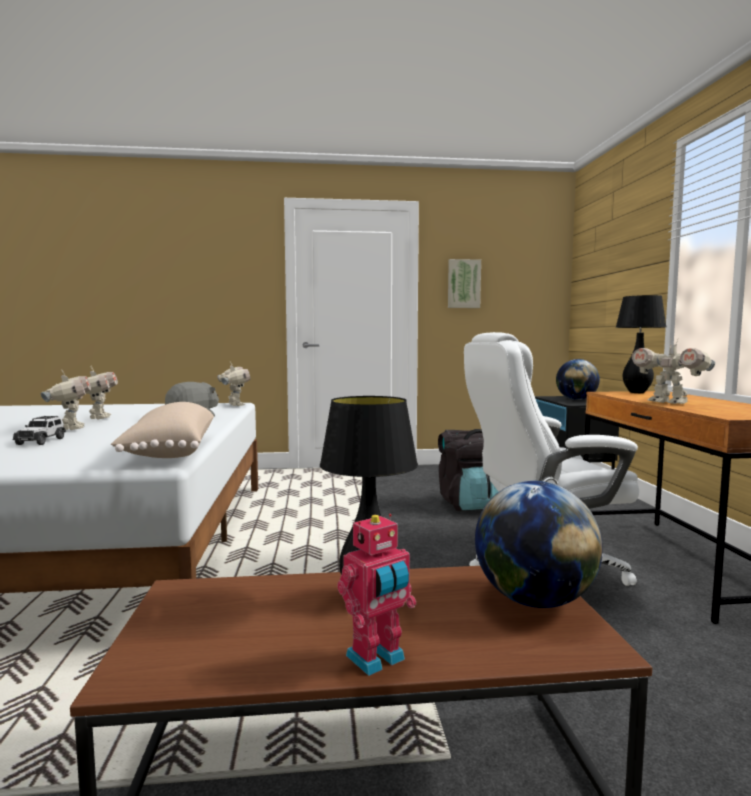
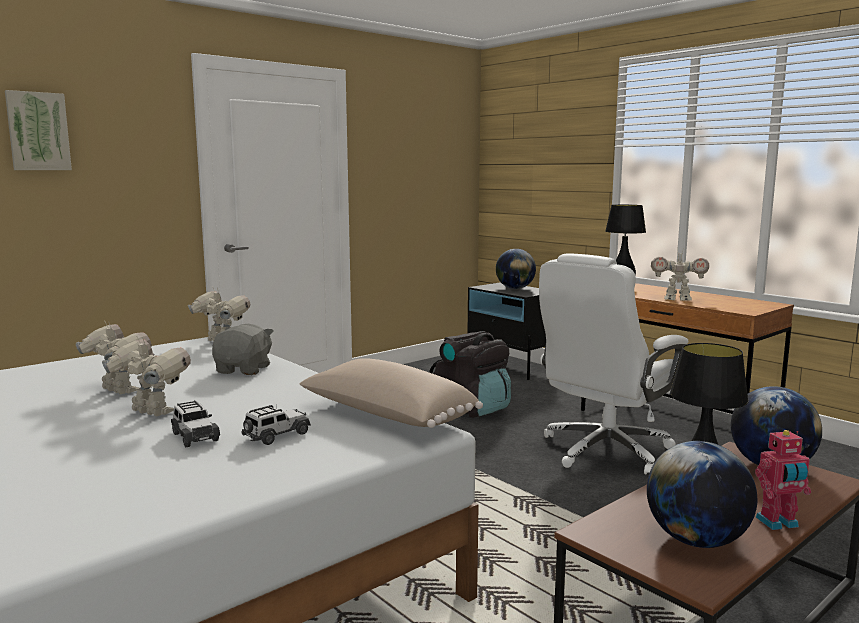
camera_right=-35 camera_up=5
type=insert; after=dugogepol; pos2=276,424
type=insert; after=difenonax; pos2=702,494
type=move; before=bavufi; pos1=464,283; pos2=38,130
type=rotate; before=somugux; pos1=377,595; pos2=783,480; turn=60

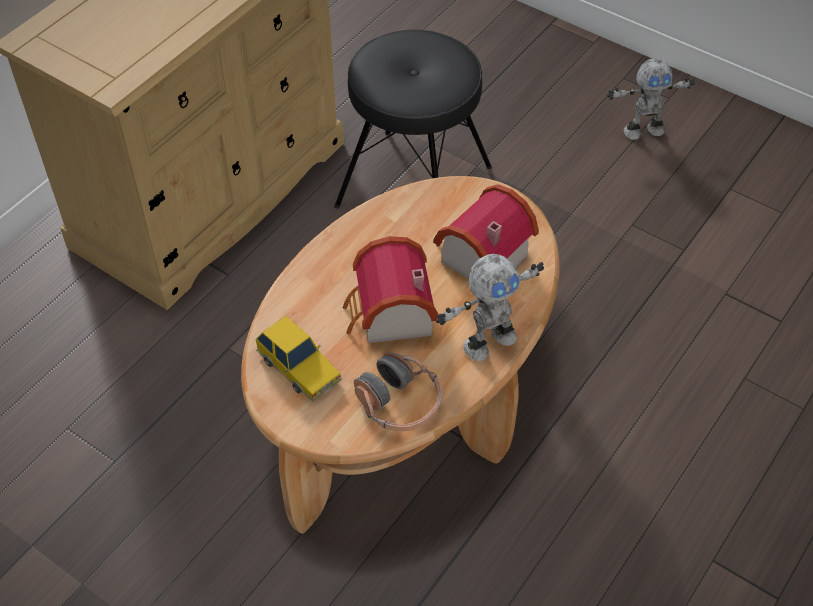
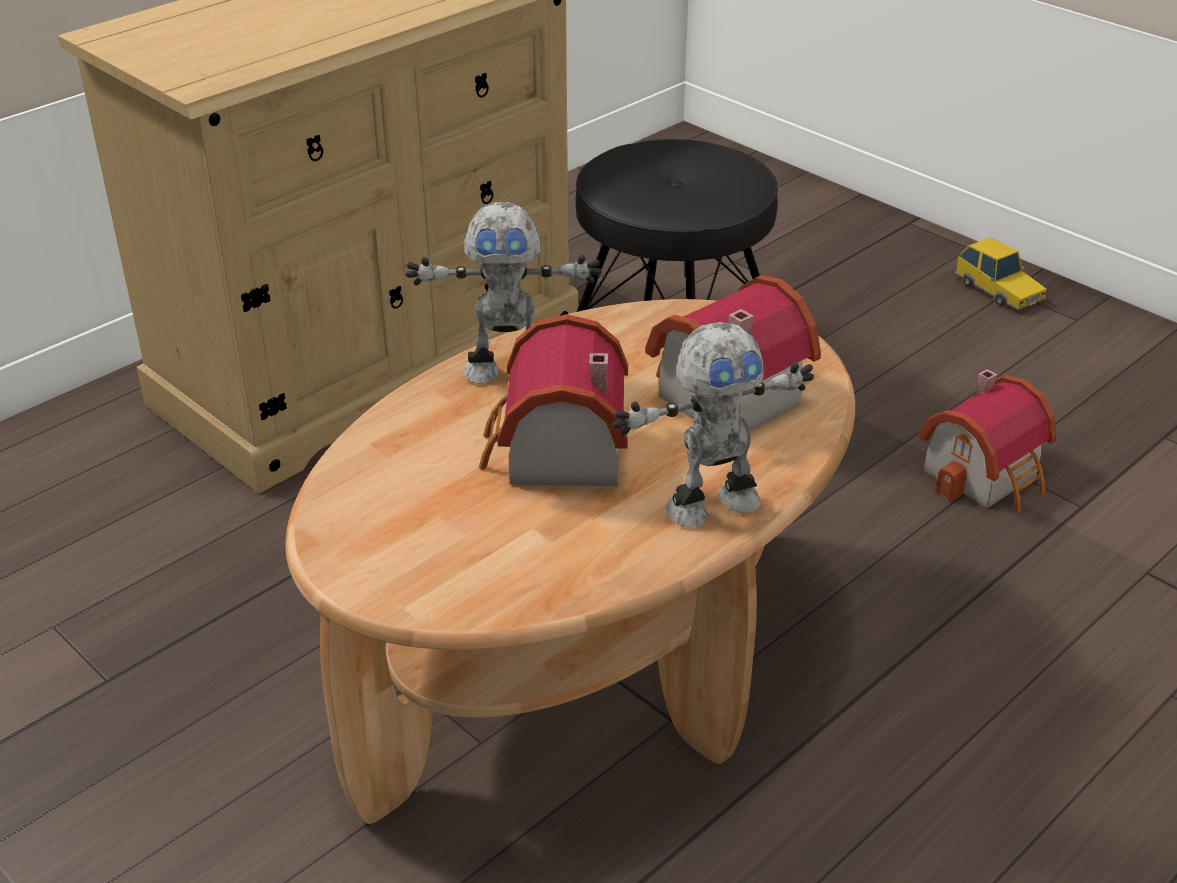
camera_right=10 camera_up=-15
type=delete; before=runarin; pos1=398,391
type=insert; after=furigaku; pos2=987,440
type=move; before=dugogepol; pos1=299,358; pos2=1000,273
type=move; before=somugux; pos1=651,99; pos2=503,293

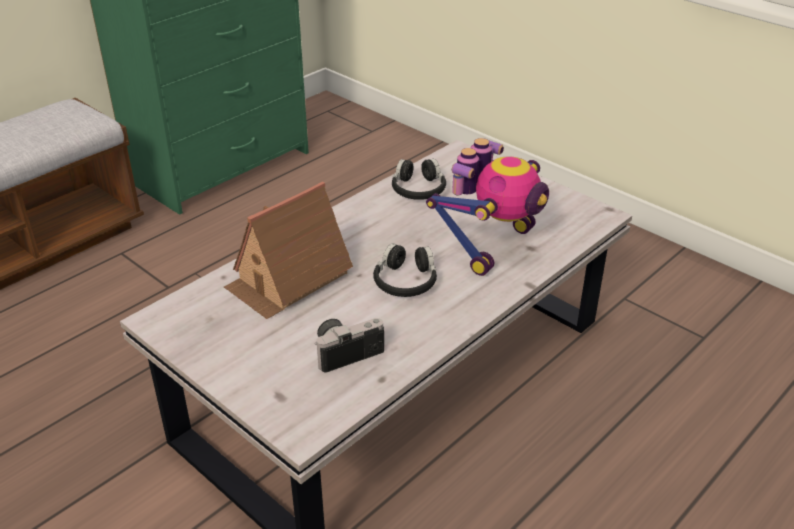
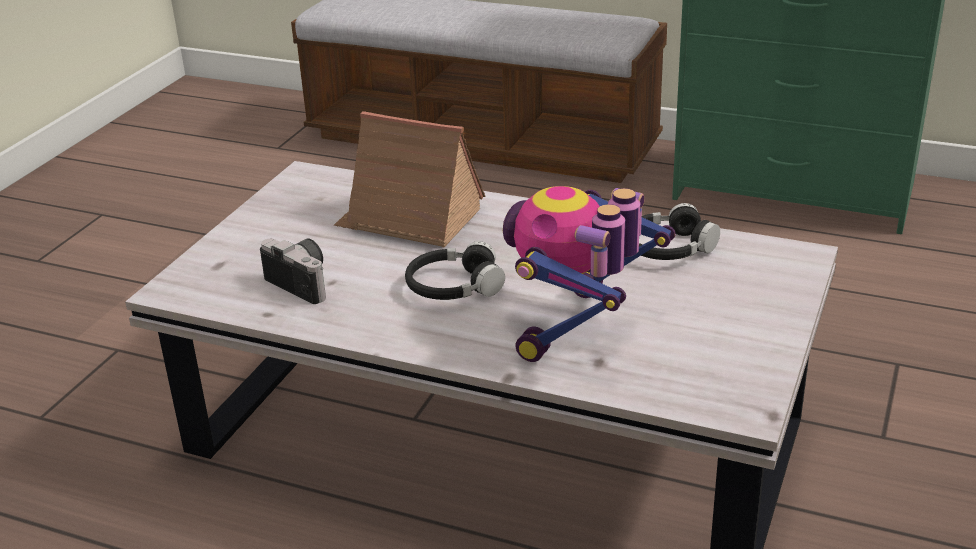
camera_right=70 camera_up=-5
type=rotate; before=somugux; pos1=487,207; pos2=589,274; turn=105

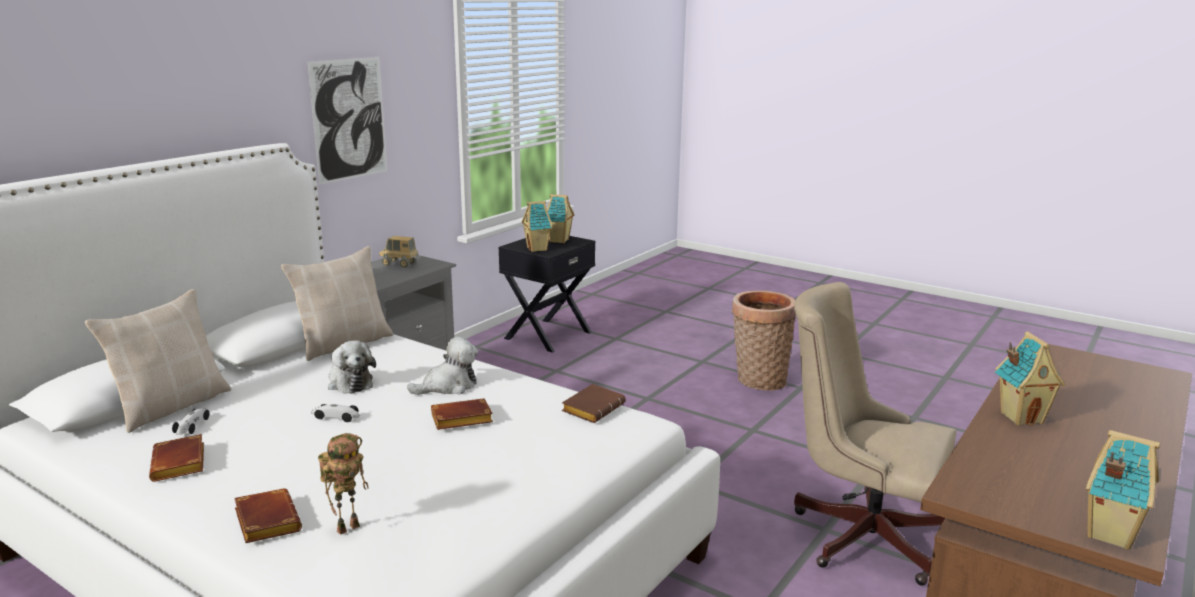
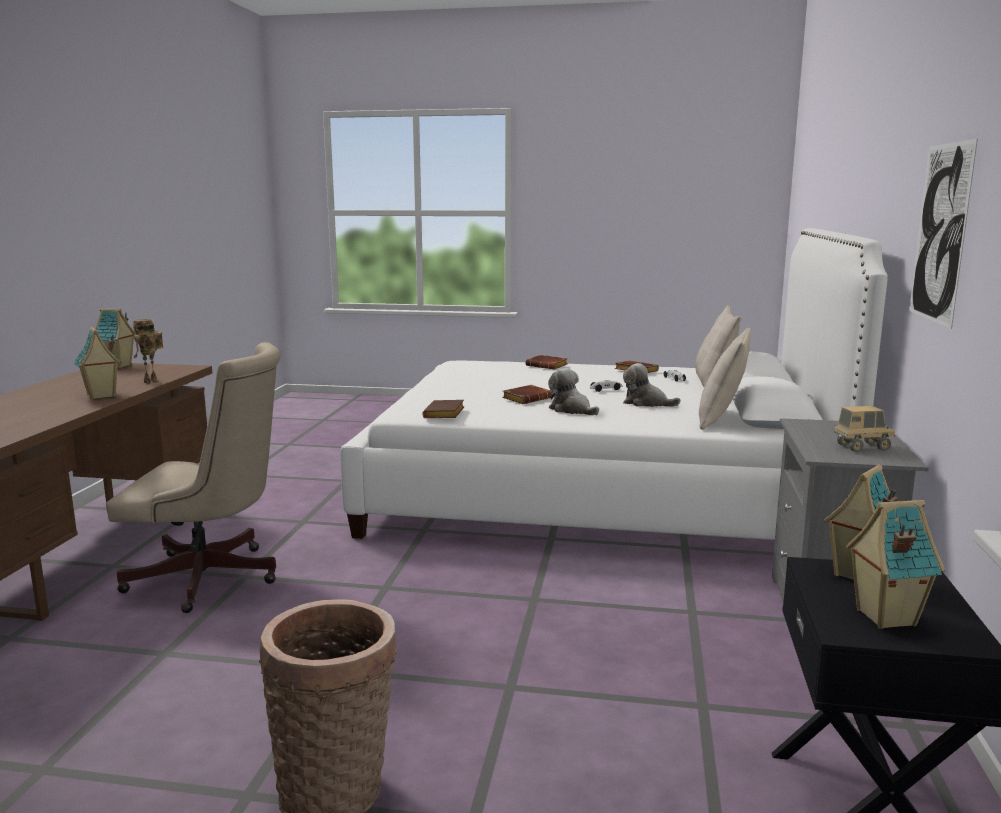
camera_right=155 camera_up=-5
type=move; before=somugux; pos1=343,484; pos2=148,351
type=rotate; before=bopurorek; pos1=442,366; pos2=573,391; turn=105

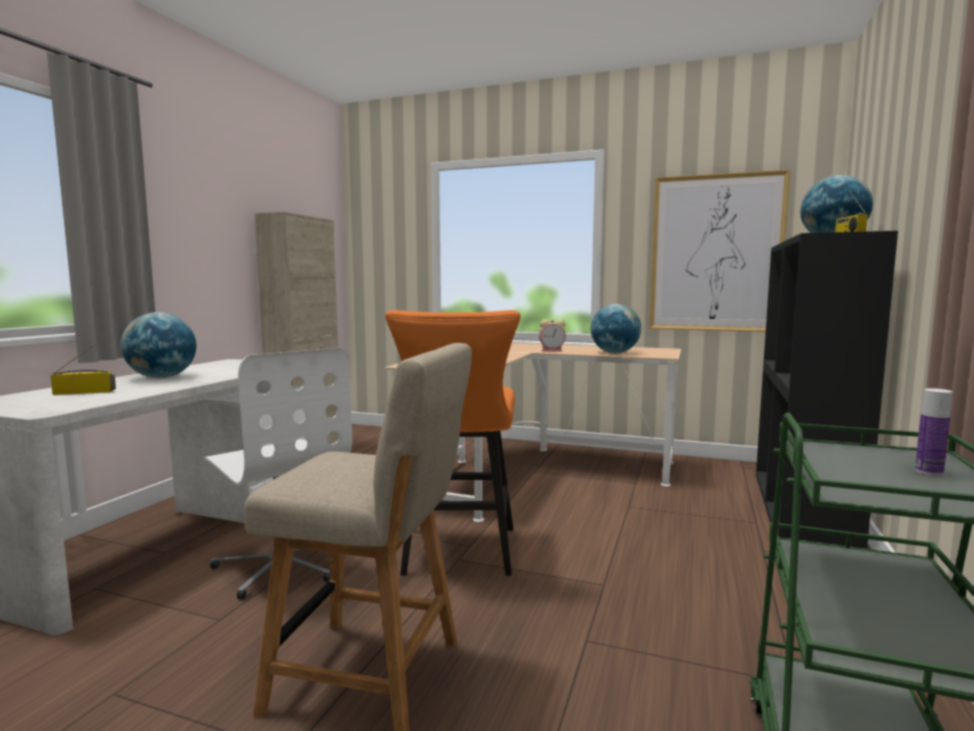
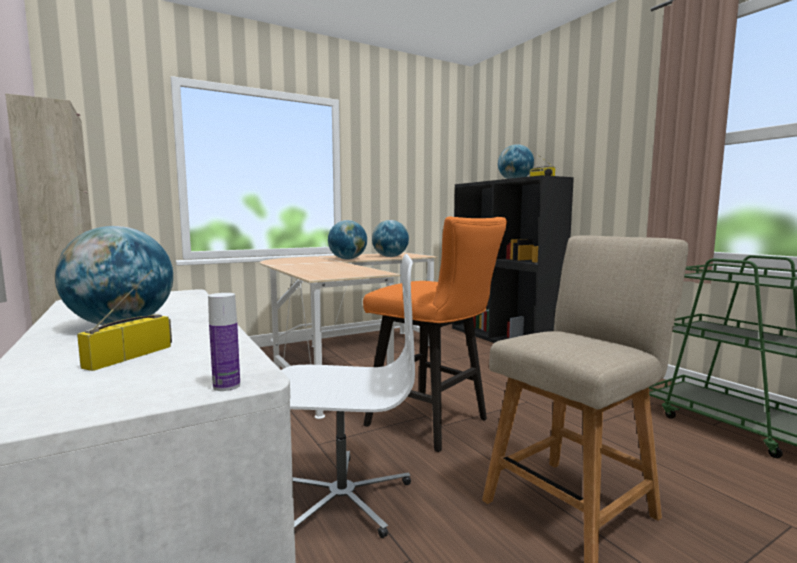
camera_right=-50 camera_up=0
type=delete; before=bavufi; pos1=719,250
type=move; before=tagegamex; pos1=933,432; pos2=224,342
type=replace; before=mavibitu; after=difenonax; pos1=552,335; pos2=347,240

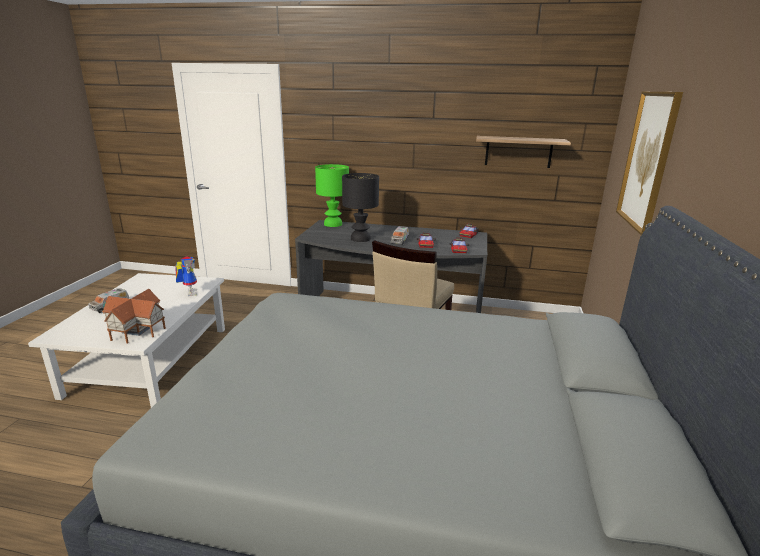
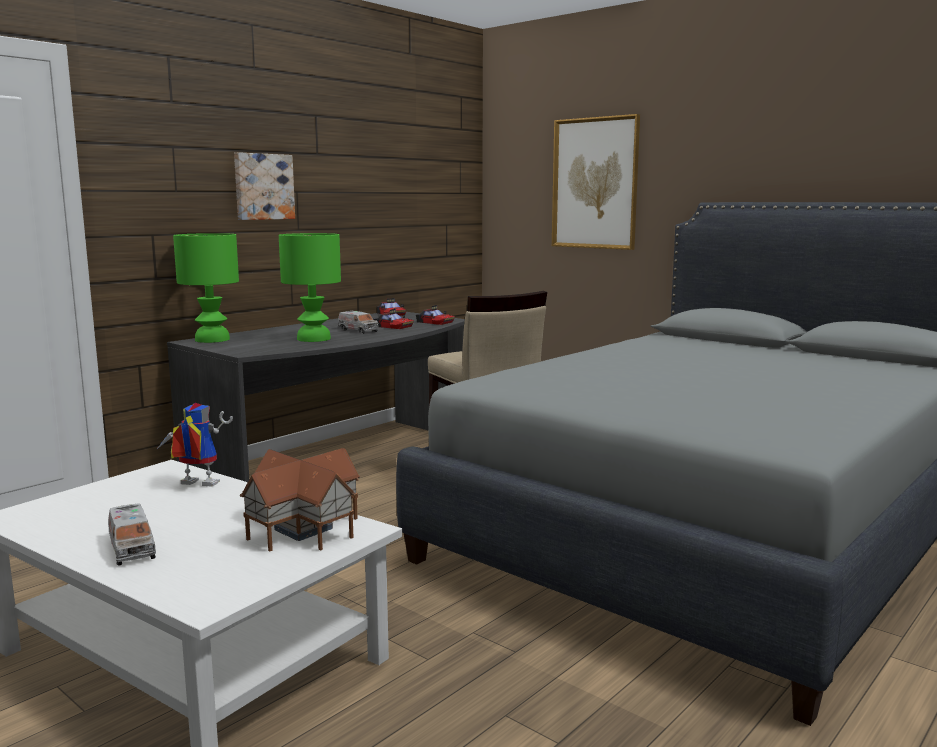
camera_right=-60 camera_up=-10
type=delete; before=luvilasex; pos1=523,152
type=insert; after=bavufi; pos2=264,186
type=recolor; before=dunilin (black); after=dunilin (green); pos1=360,207; pos2=310,287

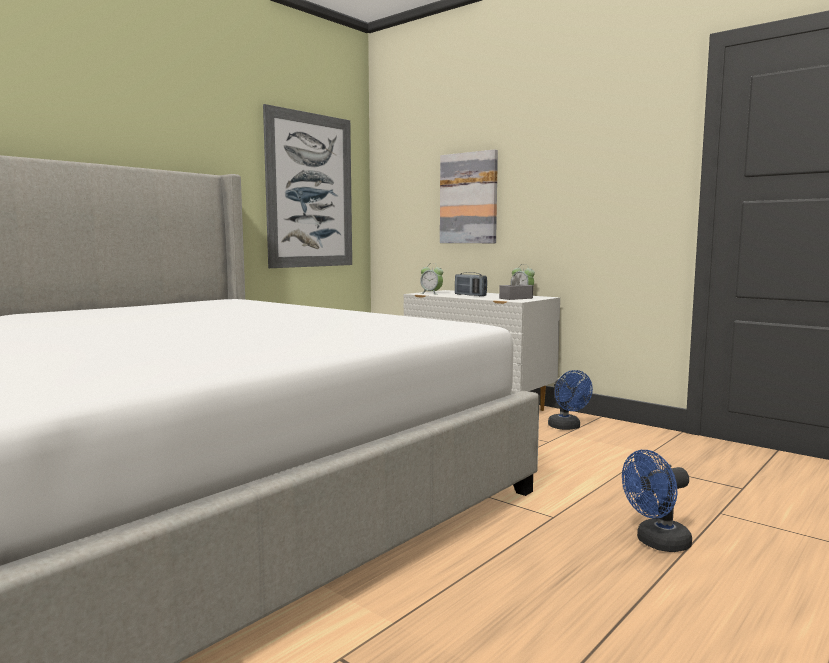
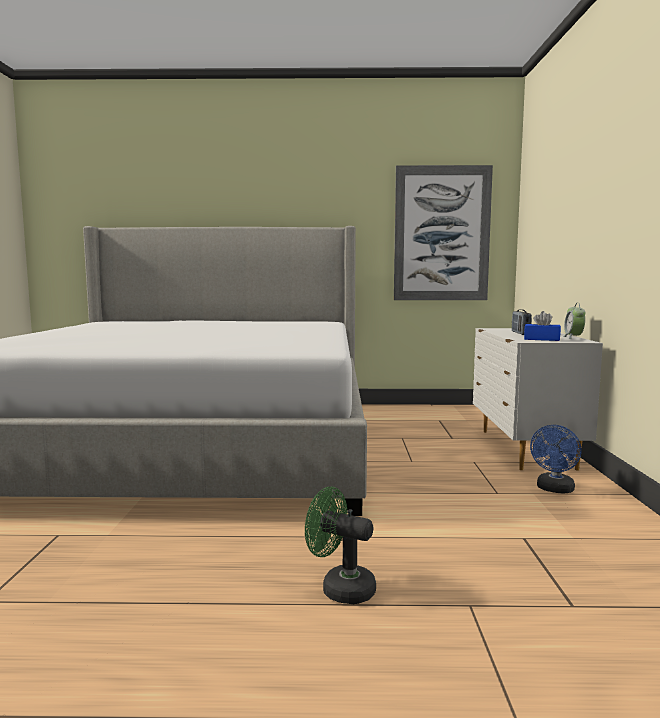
camera_right=50 camera_up=0
type=delete; before=mavibitu; pos1=431,278
type=delete; before=bavufi; pos1=469,196
type=recolor; before=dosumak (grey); after=dosumak (blue); pos1=516,286; pos2=542,326
type=recolor; before=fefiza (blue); after=fefiza (green); pos1=657,501; pos2=340,545

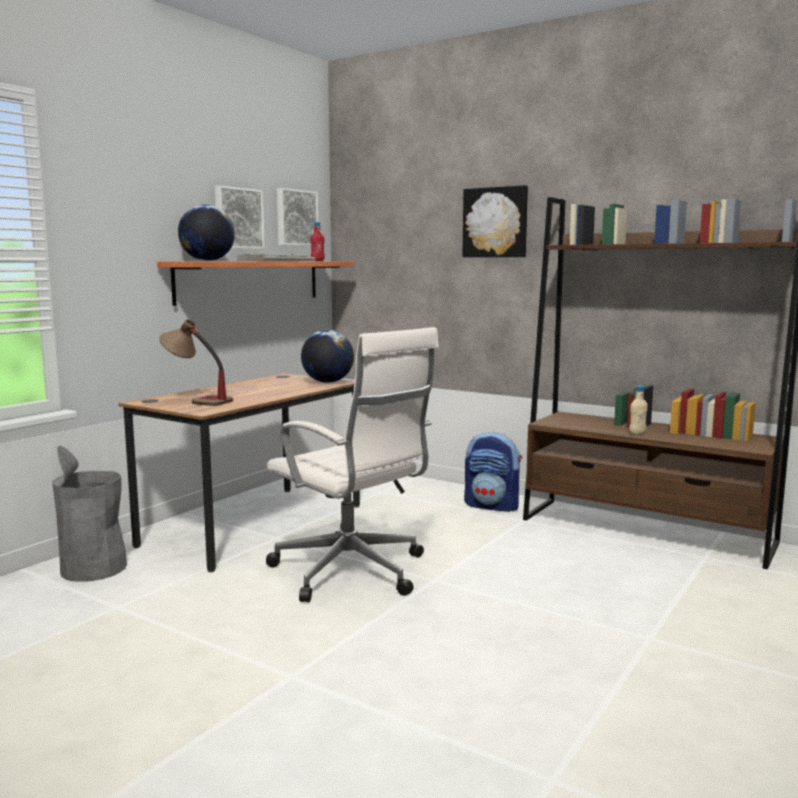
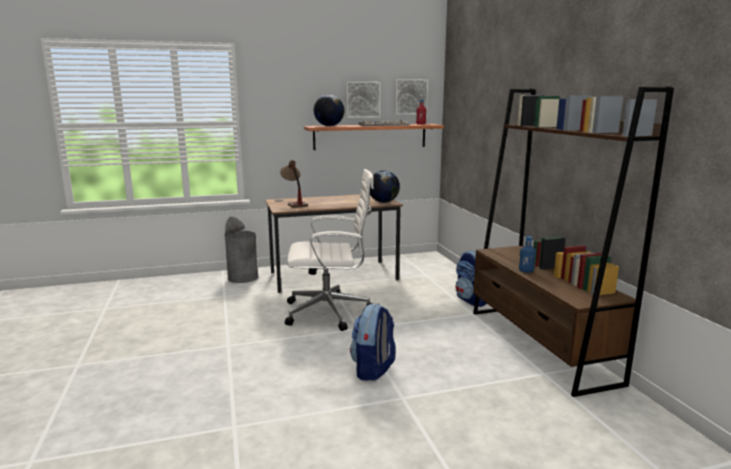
camera_right=40 camera_up=5
type=delete; before=bavufi; pos1=495,221
type=insert; after=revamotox; pos2=373,342
type=recolor; before=tagegamex (beige); after=tagegamex (blue); pos1=638,410; pos2=527,254
type=rotate; before=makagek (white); pos1=352,464; pos2=329,250; turn=-90

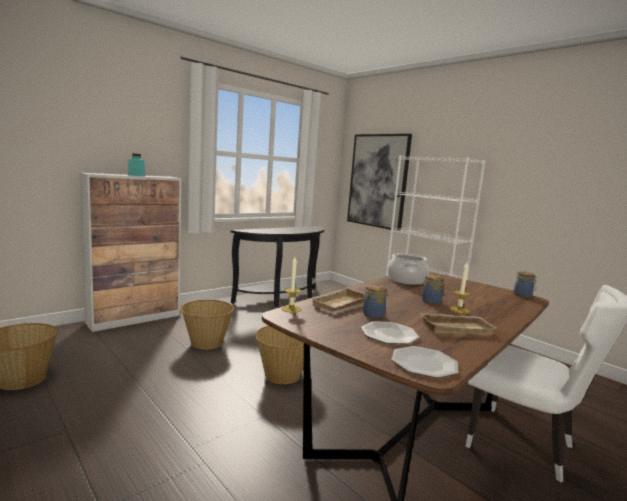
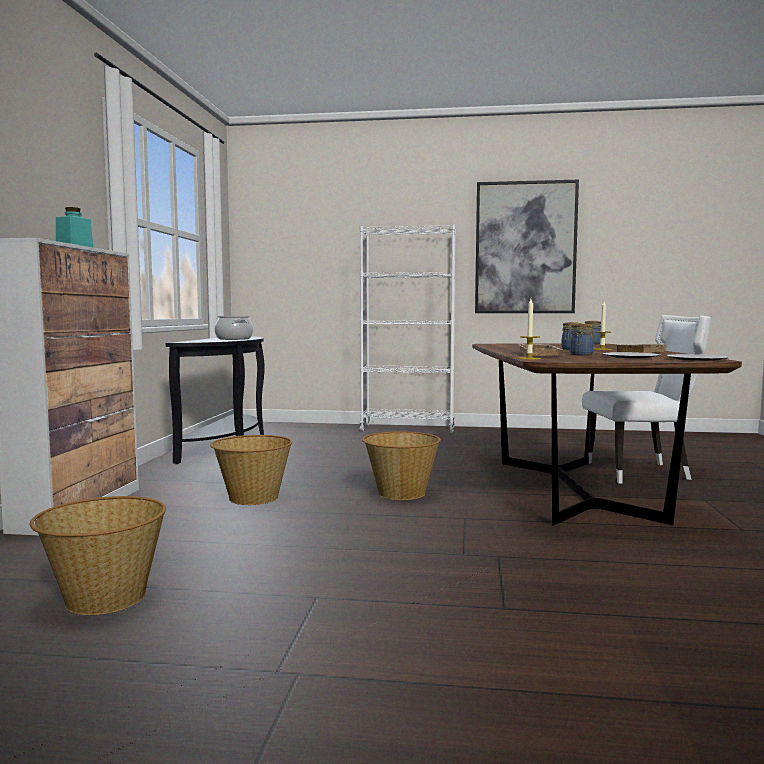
camera_right=-40 camera_up=-5
type=move; before=bavufi; pos1=379,182; pos2=527,246
type=move; before=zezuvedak; pos1=408,269; pos2=234,328

